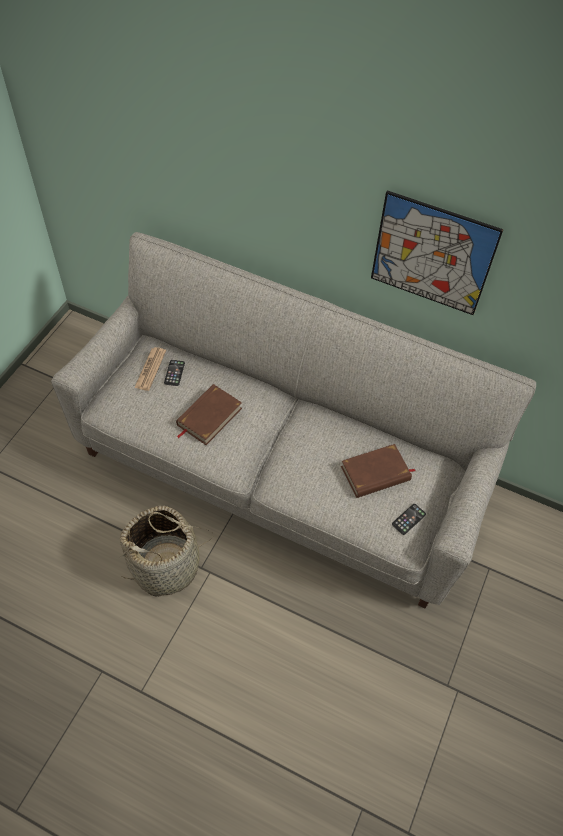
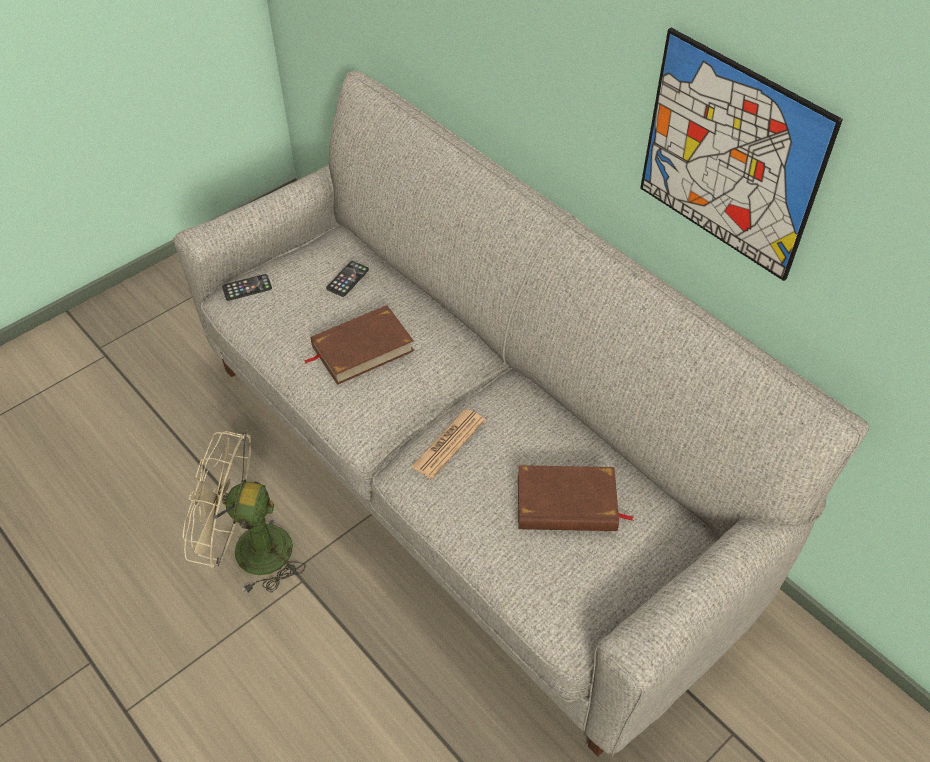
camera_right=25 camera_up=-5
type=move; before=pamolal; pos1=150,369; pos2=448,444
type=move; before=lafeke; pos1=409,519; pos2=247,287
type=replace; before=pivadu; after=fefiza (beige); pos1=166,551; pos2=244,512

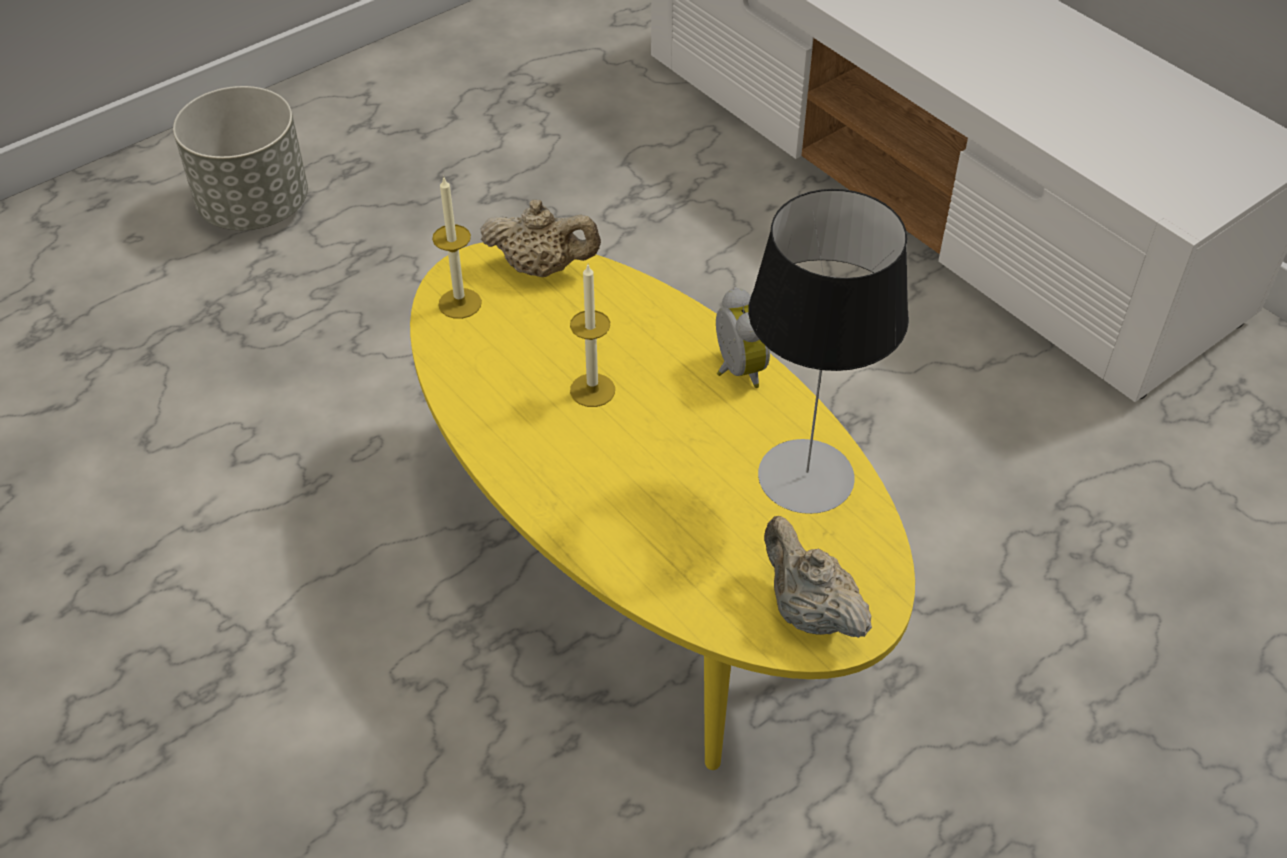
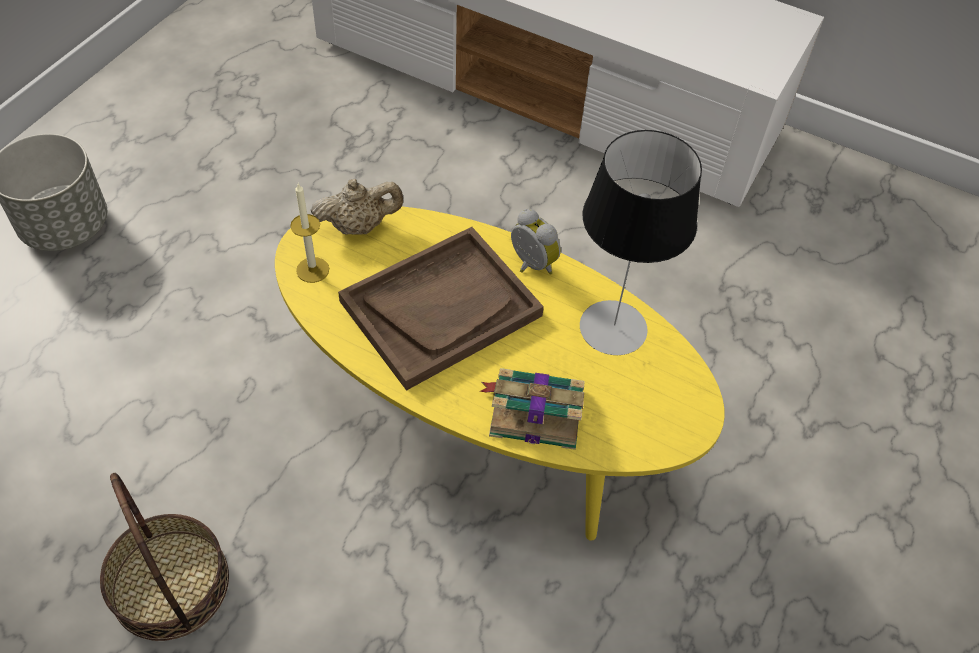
camera_right=-25 camera_up=5
type=delete; before=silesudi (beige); pos1=818,577
type=insert; after=pivadu; pos2=164,557
type=insert; after=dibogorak; pos2=532,409
type=replace; before=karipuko; after=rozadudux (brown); pos1=592,336; pos2=441,309

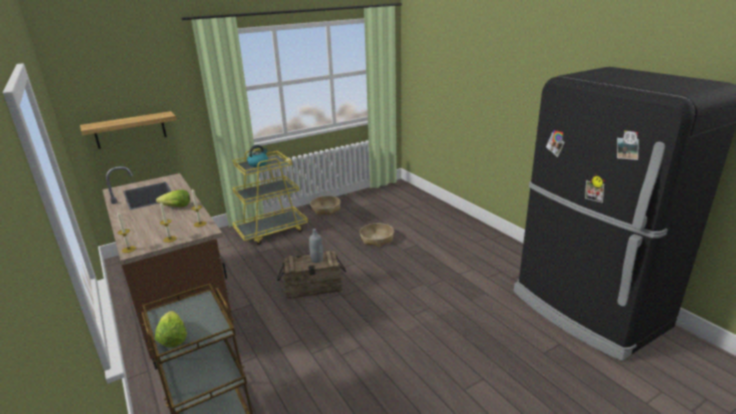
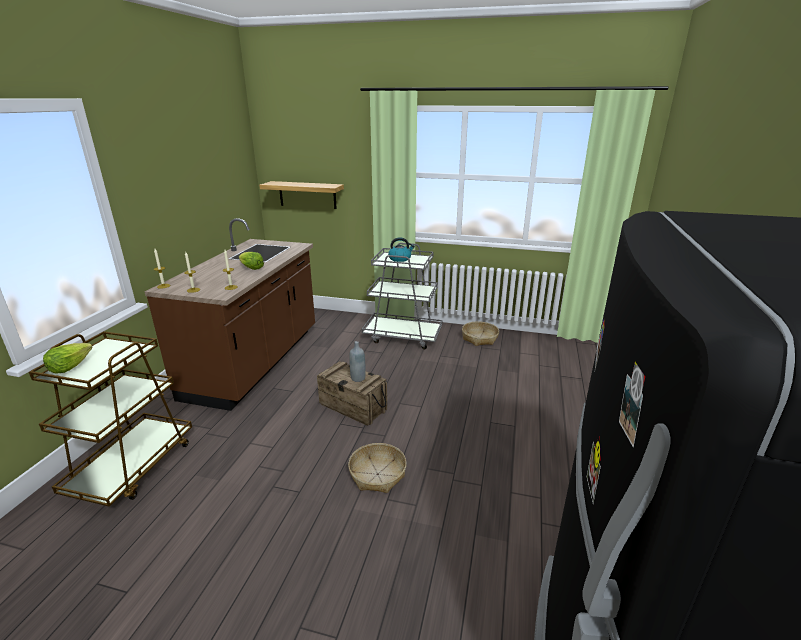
camera_right=45 camera_up=0
type=move; before=pivadu; pos1=377,235; pos2=377,468
type=recolor; before=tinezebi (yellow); after=tinezebi (grey); pos1=270,196; pos2=402,296

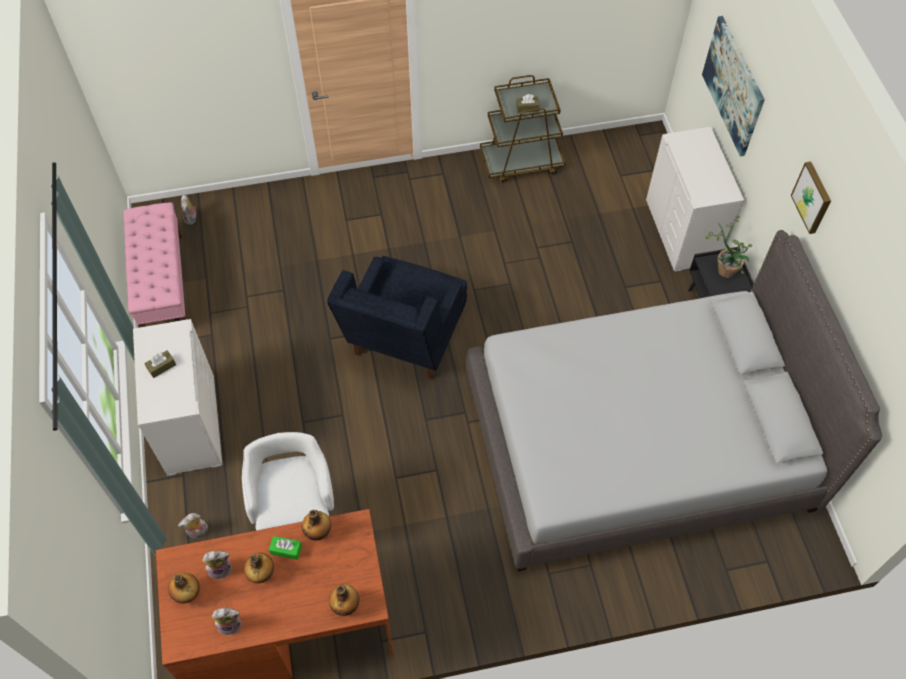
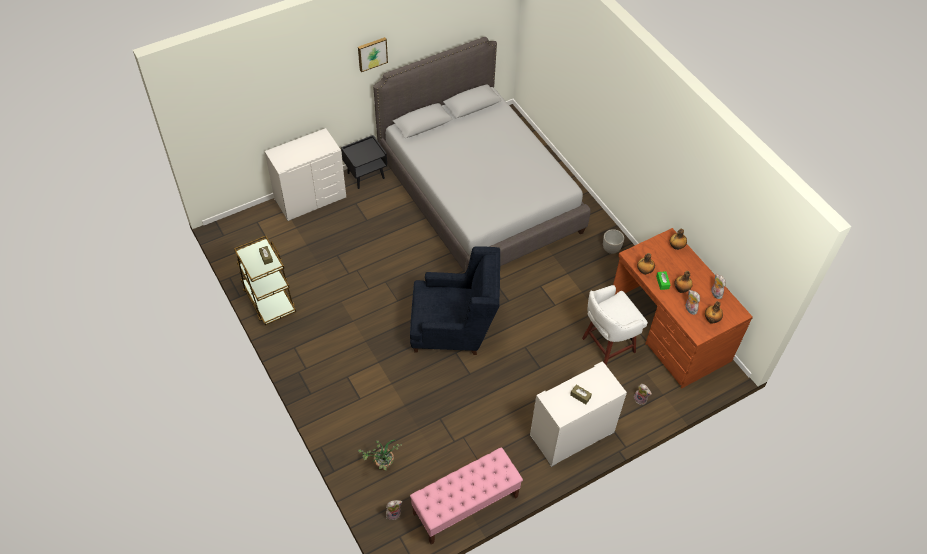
camera_right=-110 camera_up=-5
type=delete; before=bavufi; pos1=733,86
type=insert; after=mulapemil; pos2=613,241
type=move; before=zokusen; pos1=728,247; pos2=380,455

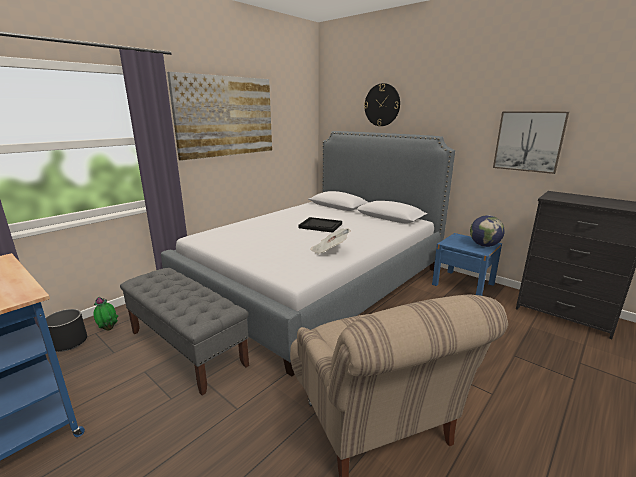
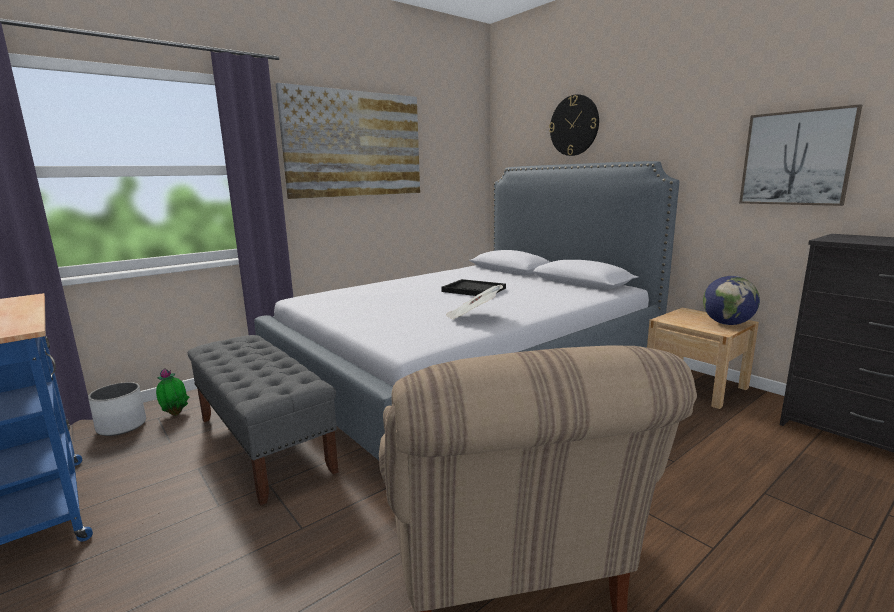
camera_right=10 camera_up=-5
type=recolor; before=mulapemil (black); after=mulapemil (white); pos1=66,330; pos2=117,409
type=recolor; before=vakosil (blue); after=vakosil (beige); pos1=467,264; pos2=703,358

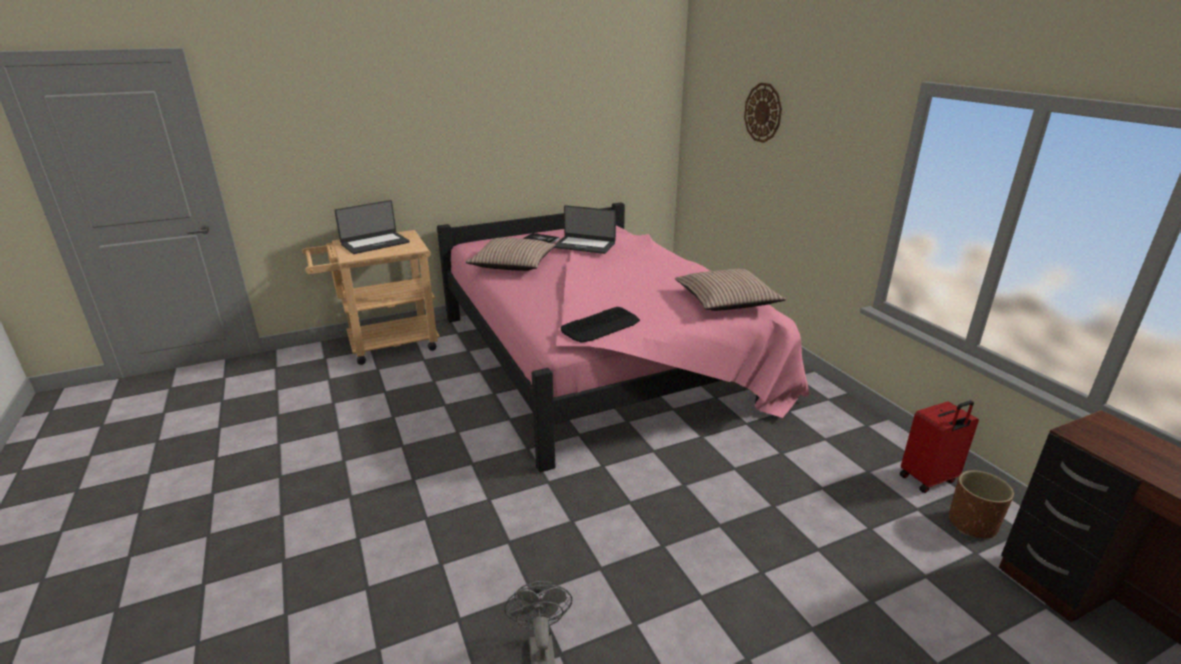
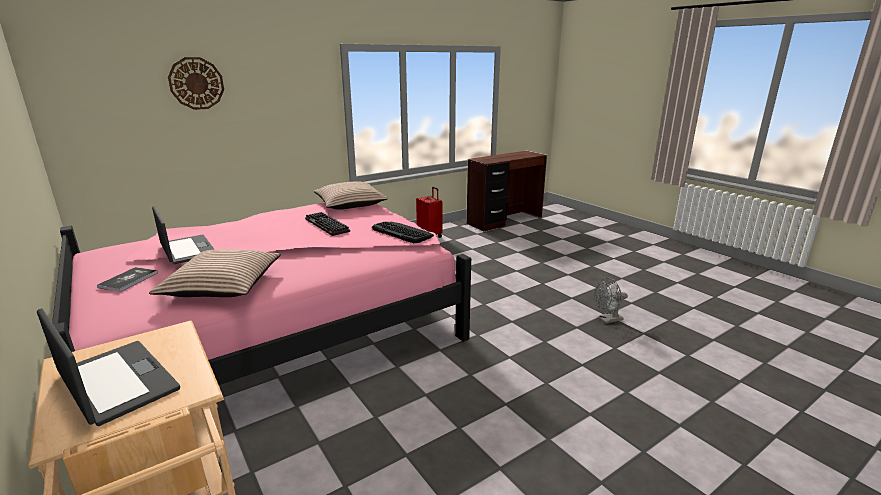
camera_right=-100 camera_up=-5
type=delete; before=mulapemil (brown); pos1=981,504
type=insert; after=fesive; pos2=327,224
type=rotate; before=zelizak; pos1=585,229; pos2=183,235; turn=-45

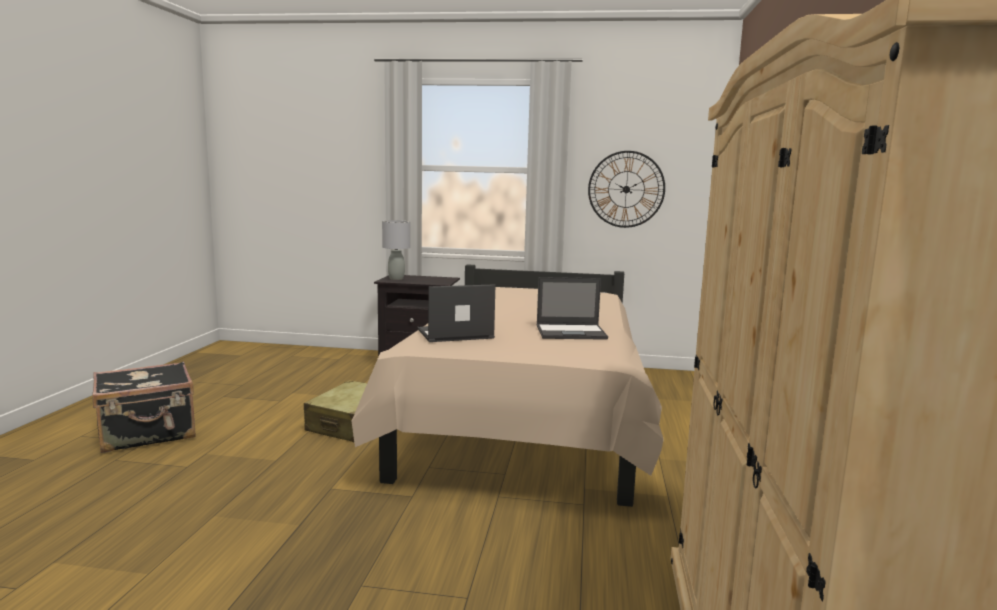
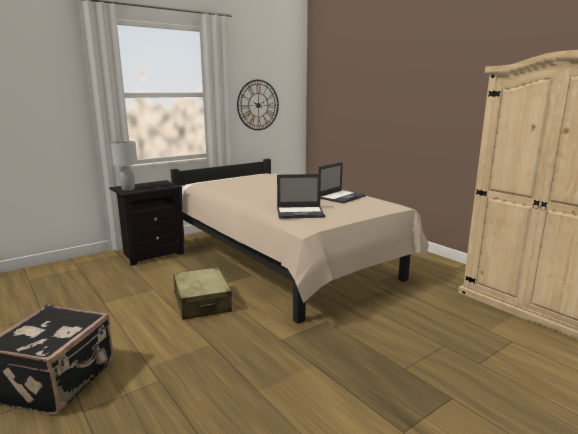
camera_right=-45 camera_up=5
type=rotate; before=zelizak; pos1=456,313; pos2=301,196; turn=-120

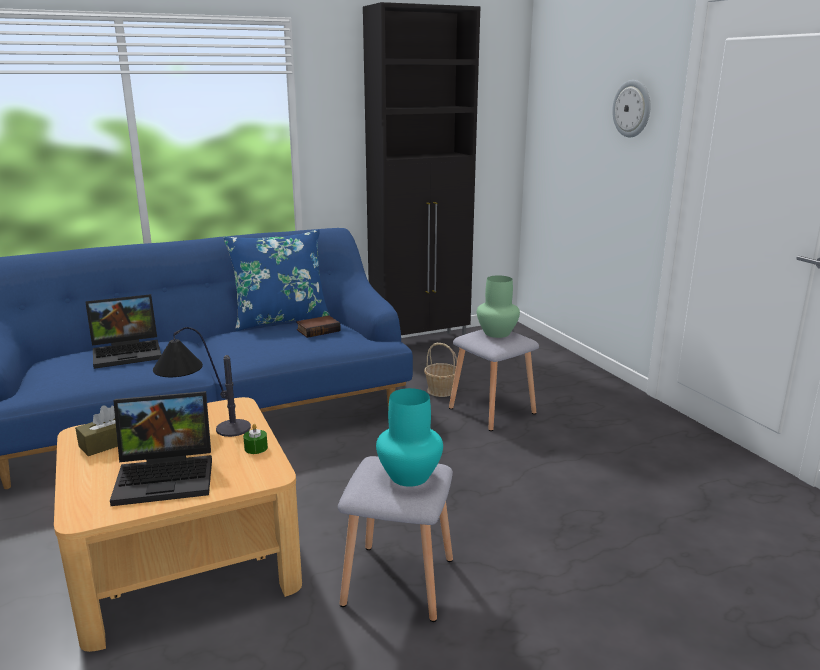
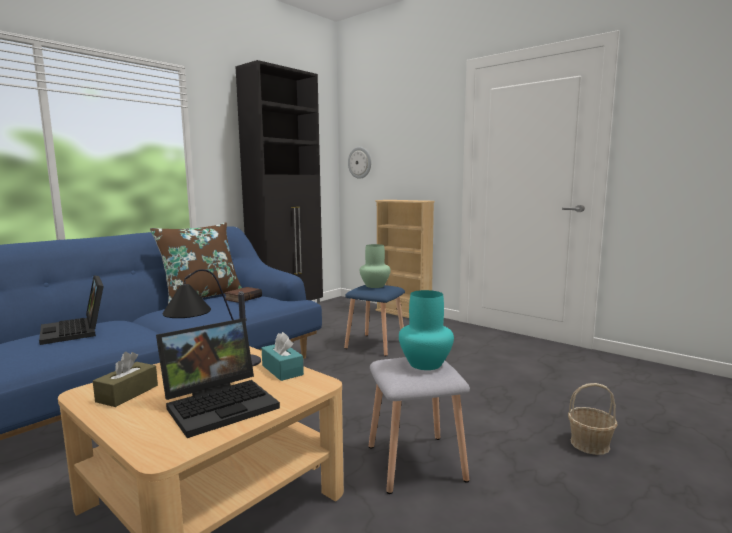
camera_right=-25 camera_up=-10
type=insert; after=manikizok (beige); pos2=405,259
type=move; before=pivadu; pos1=440,370; pos2=593,419
type=move; before=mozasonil; pos1=631,108; pos2=359,163
type=replace; before=karipuko (green); after=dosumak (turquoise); pos1=255,439; pos2=283,356
type=recolor; before=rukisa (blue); after=rukisa (brown); pos1=277,280; pos2=196,263
type=recolor; before=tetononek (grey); after=tetononek (blue); pos1=494,380; pos2=374,320
type=rotate; before=zelizak; pos1=123,331; pos2=71,310; turn=105

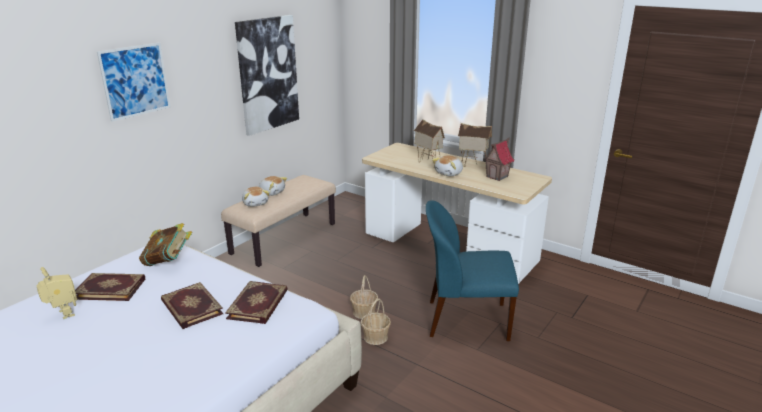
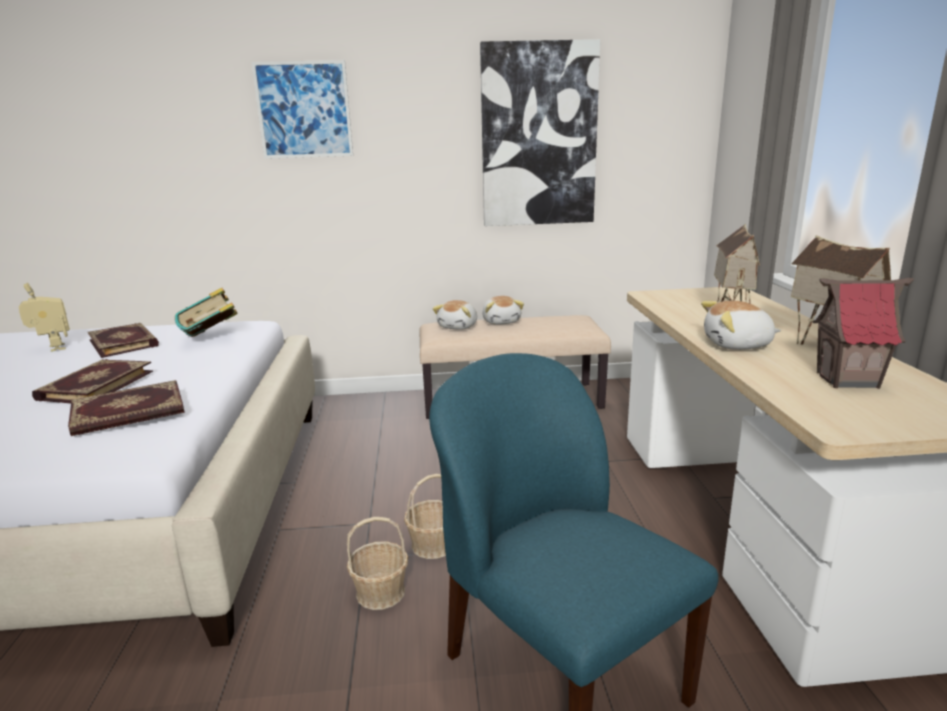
camera_right=50 camera_up=-5
type=rotate; before=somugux; pos1=56,293; pos2=44,317; turn=-45

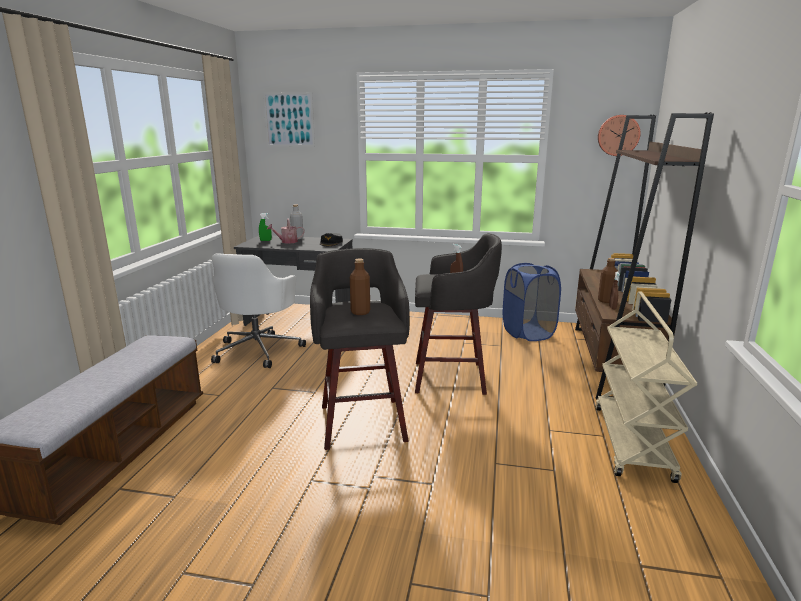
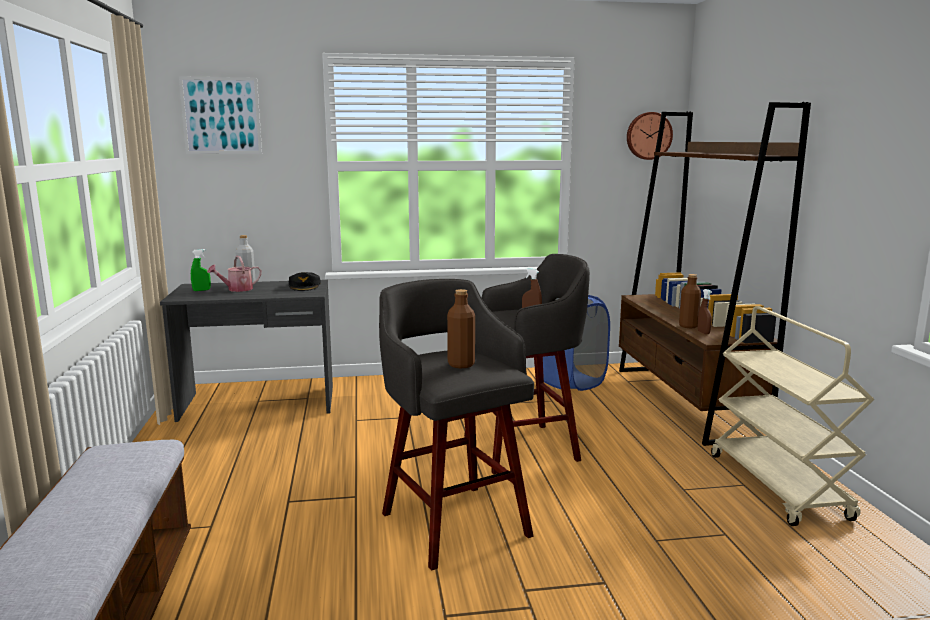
camera_right=-20 camera_up=-5
type=delete; before=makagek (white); pos1=258,310

